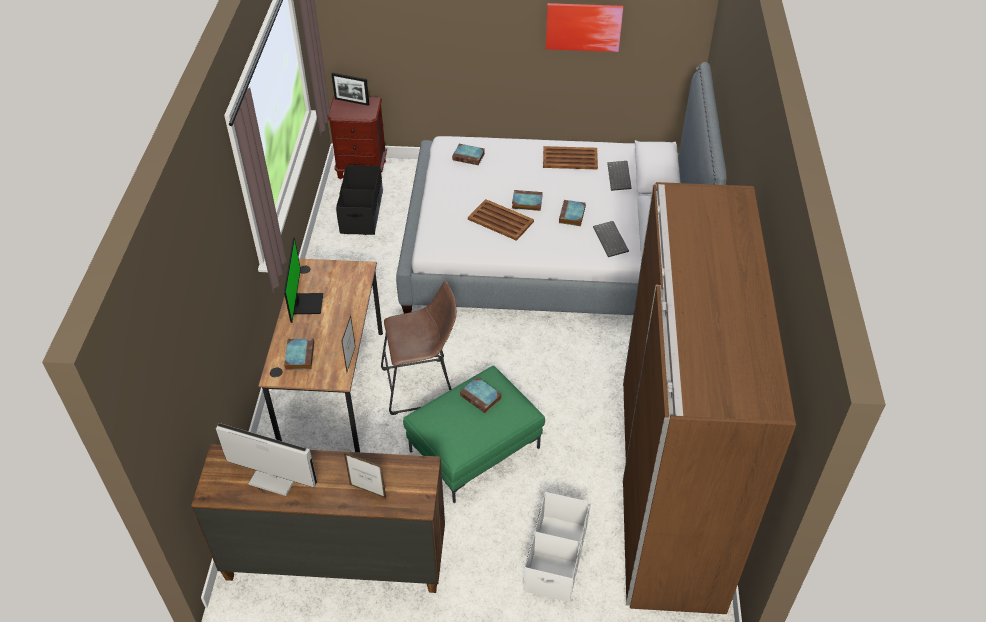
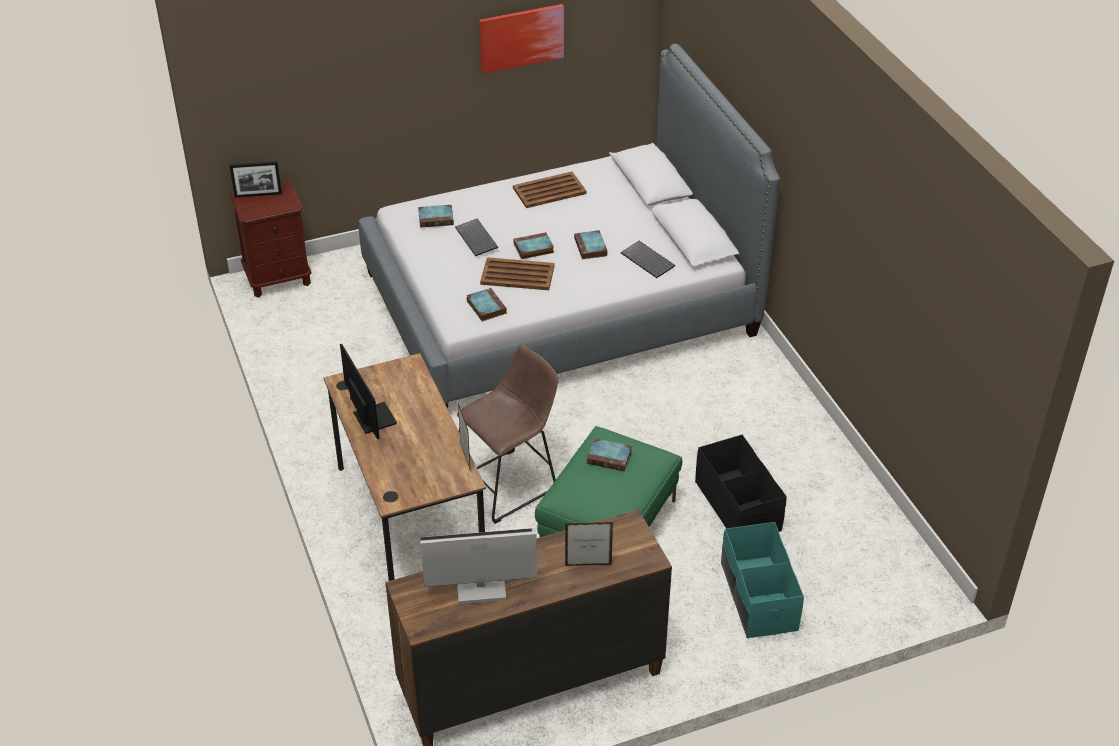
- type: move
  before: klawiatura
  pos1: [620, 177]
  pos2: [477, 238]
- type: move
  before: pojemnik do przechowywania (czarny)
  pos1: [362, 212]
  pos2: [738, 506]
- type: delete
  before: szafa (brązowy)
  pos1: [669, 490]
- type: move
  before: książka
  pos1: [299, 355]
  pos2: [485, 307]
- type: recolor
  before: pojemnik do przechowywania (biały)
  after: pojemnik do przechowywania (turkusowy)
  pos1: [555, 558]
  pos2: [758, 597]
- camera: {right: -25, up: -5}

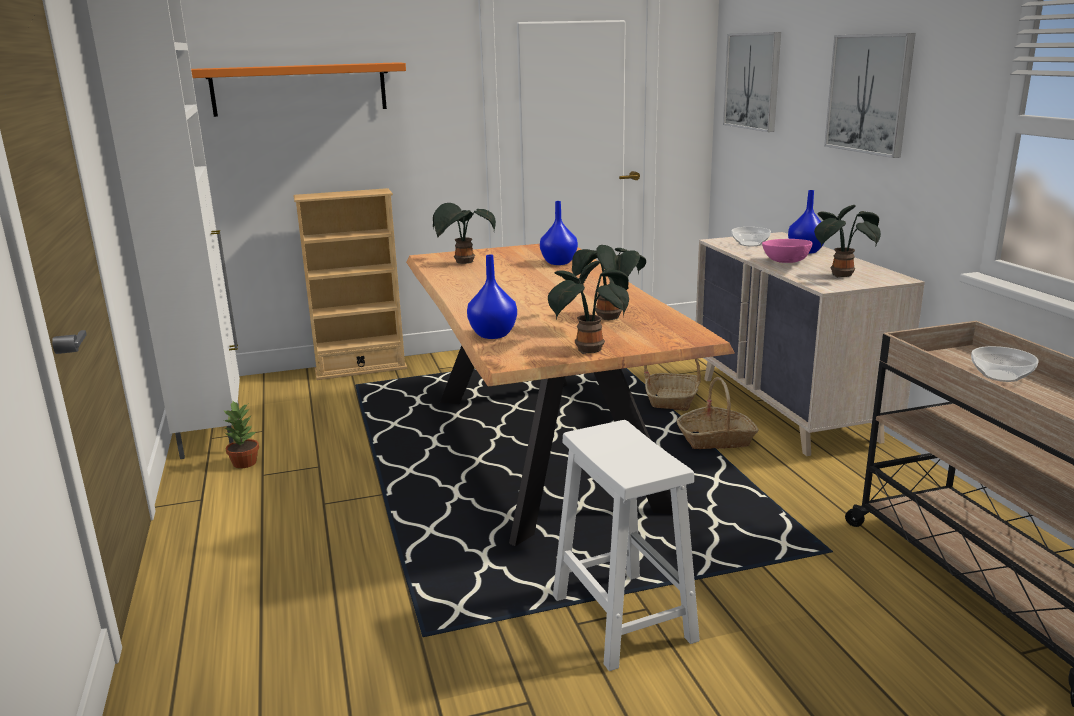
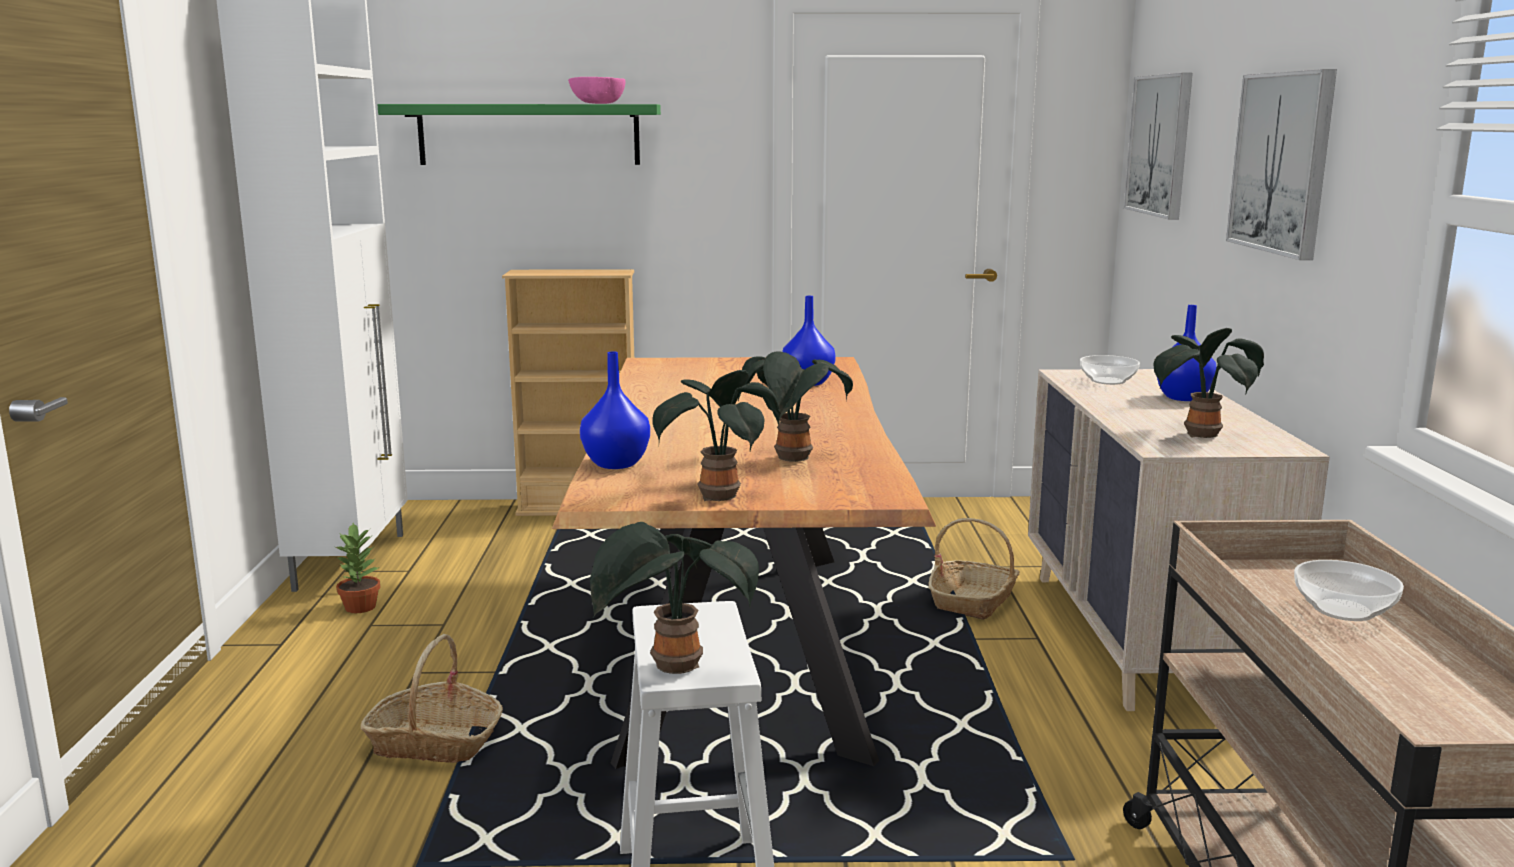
- type: recolor
  before: półka (pomarańczowy)
  after: półka (zielony)
  pos1: [299, 89]
  pos2: [529, 134]
- type: move
  before: roślina doniczkowa
  pos1: [463, 263]
  pos2: [672, 668]
- type: move
  before: miska (różowy)
  pos1: [786, 261]
  pos2: [598, 103]
- type: move
  before: koszyk
  pos1: [716, 440]
  pos2: [435, 742]
- camera: {right: 15, up: -5}

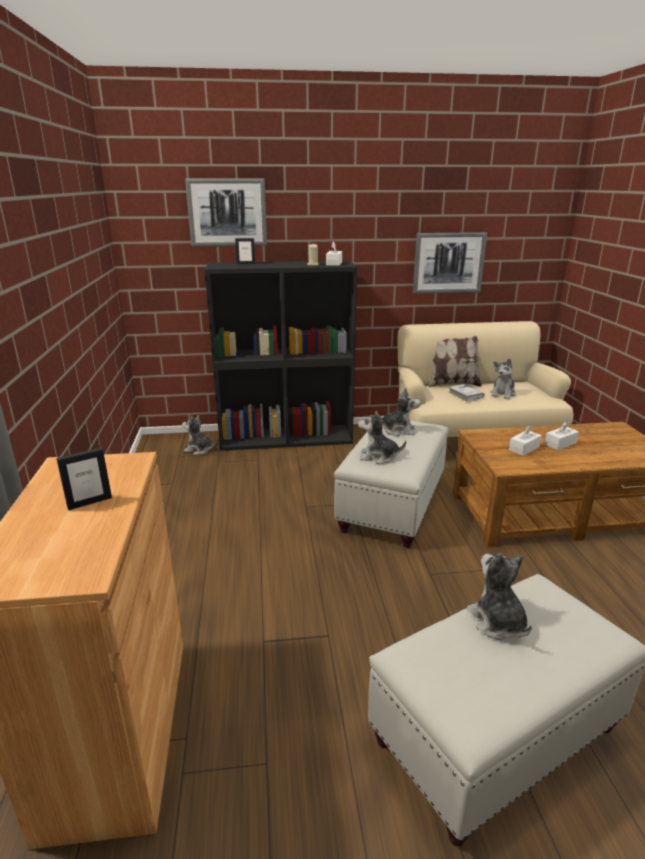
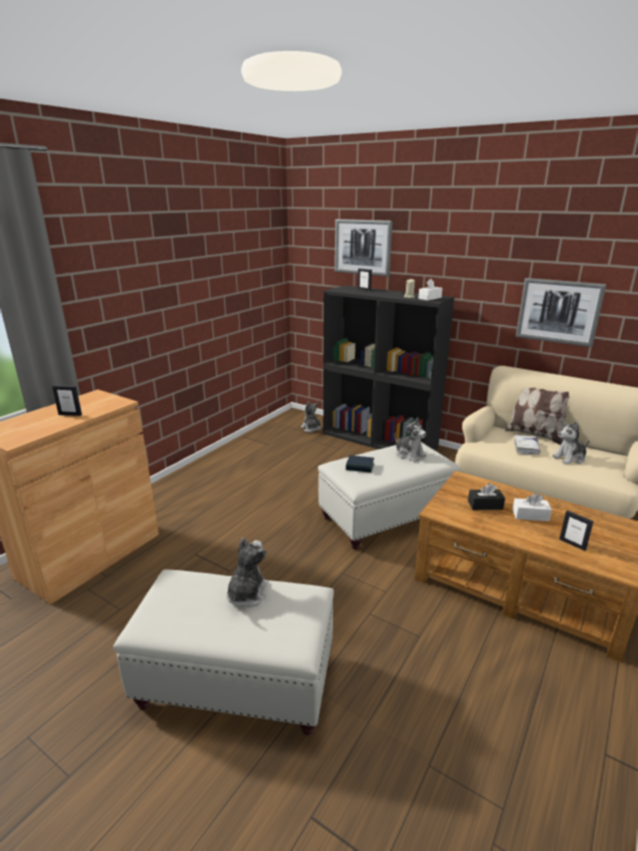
- type: replace
  before: pluszak
  after: książka
  pos1: [378, 457]
  pos2: [360, 467]
- type: recolor
  before: pudełko chusteczek (biały)
  after: pudełko chusteczek (czarny)
  pos1: [524, 448]
  pos2: [485, 505]
- type: insert
  after: ramka na zdjęcie
  pos2: [572, 544]
- camera: {right: 40, up: 0}

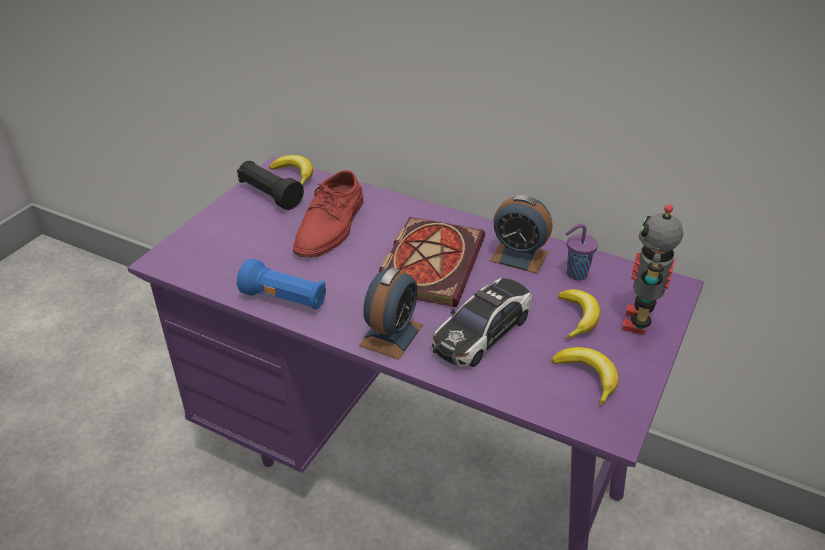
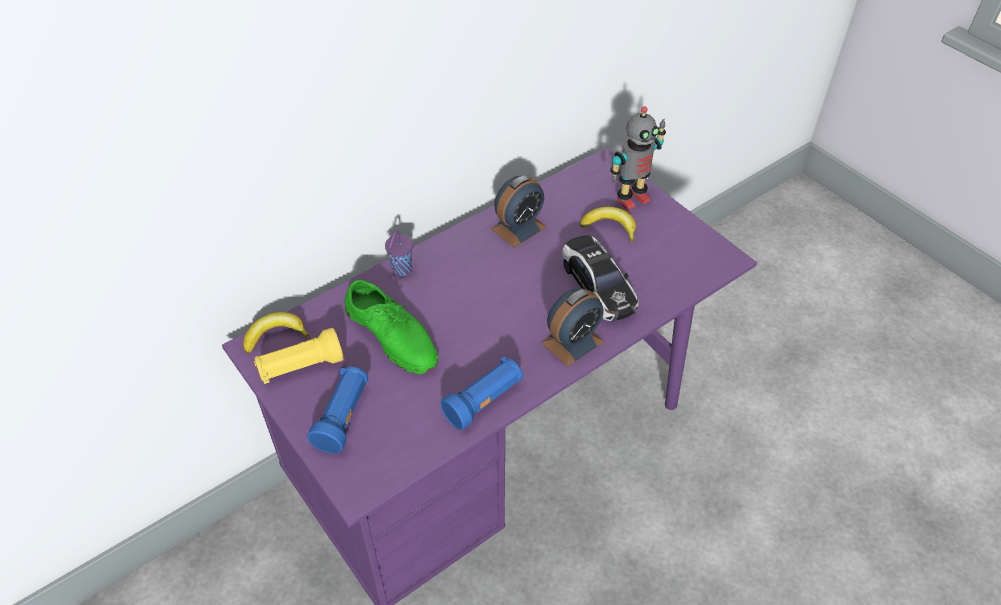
- type: recolor
  before: latarka (czarny)
  after: latarka (żółty)
  pos1: [270, 195]
  pos2: [301, 367]
- type: recolor
  before: but (czerwony)
  after: but (zielony)
  pos1: [331, 226]
  pos2: [392, 334]
- type: rotate
  before: robot zabawkowy
  pos1: [639, 322]
  pos2: [631, 199]
  turn: -75
- type: delete
  before: książka
  pos1: [429, 263]
- type: move
  before: filiżanka (fioletowy)
  pos1: [575, 274]
  pos2: [401, 270]
- type: rotate
  before: budzik
  pos1: [391, 335]
  pos2: [572, 342]
  turn: 90
- type: delete
  before: banan
  pos1: [587, 377]
- type: insert
  after: latarka (niebieski)
  pos2: [343, 417]
- camera: {right: -65, up: 10}

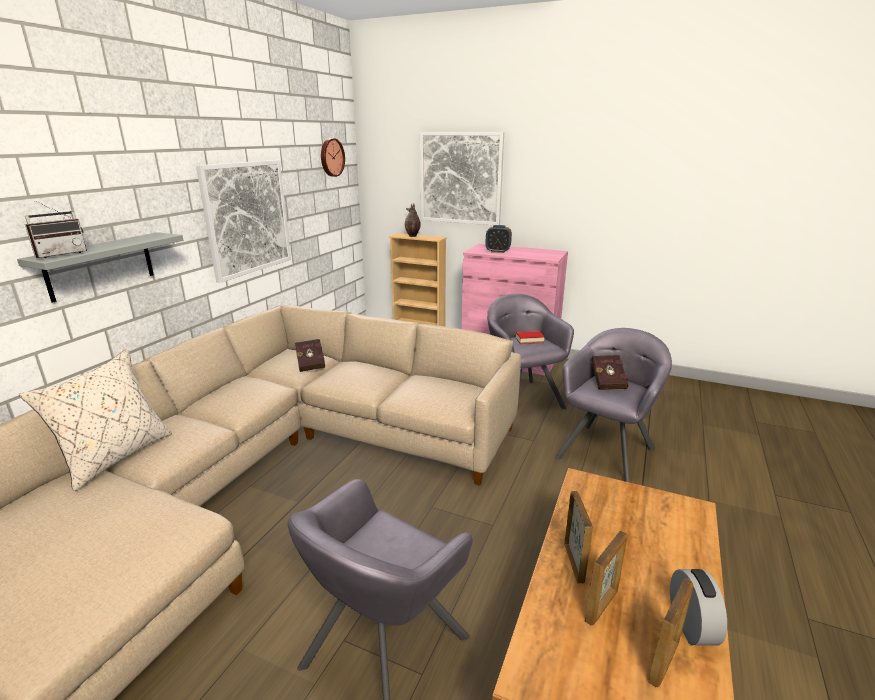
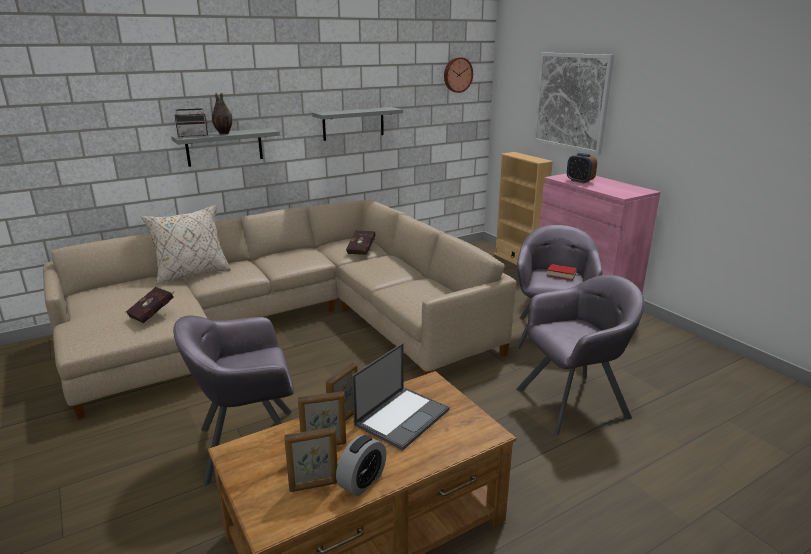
- type: replace
  before: obraz
  after: półka (szary)
  pos1: [247, 218]
  pos2: [353, 123]
- type: move
  before: wazon
  pos1: [412, 236]
  pos2: [223, 133]
- type: move
  before: książka (czerwony)
  pos1: [607, 381]
  pos2: [154, 314]
- type: insert
  after: laptop
  pos2: [402, 416]
- camera: {right: 35, up: 0}

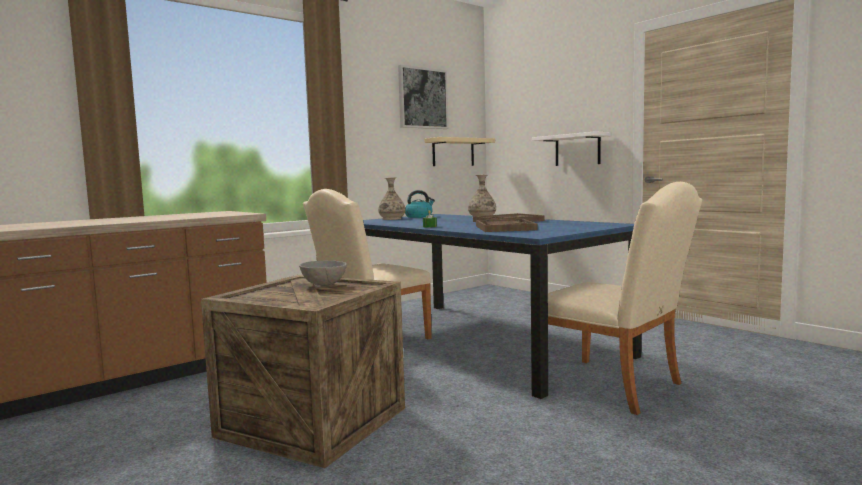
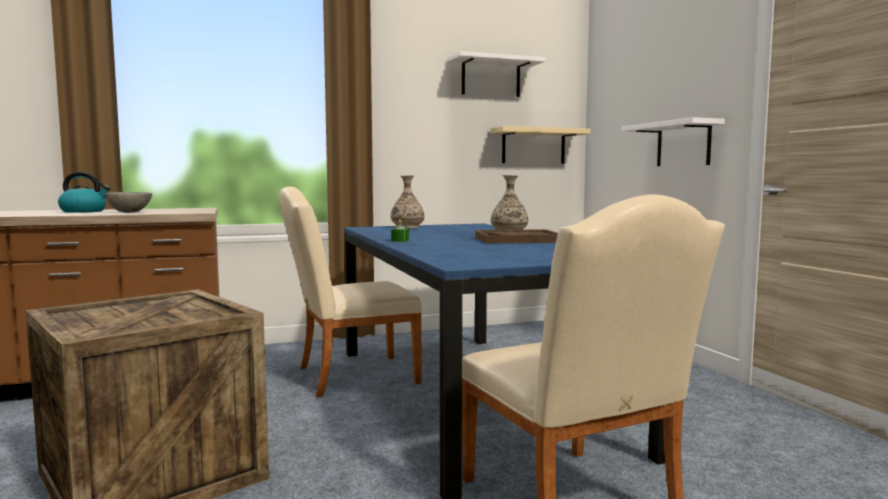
- type: replace
  before: obraz
  after: półka (biały)
  pos1: [422, 98]
  pos2: [490, 77]
- type: move
  before: czajnik
  pos1: [419, 216]
  pos2: [84, 211]
- type: delete
  before: taca (brązowy)
  pos1: [504, 228]
- type: move
  before: miska (szary)
  pos1: [324, 284]
  pos2: [130, 212]
- camera: {right: 20, up: 0}

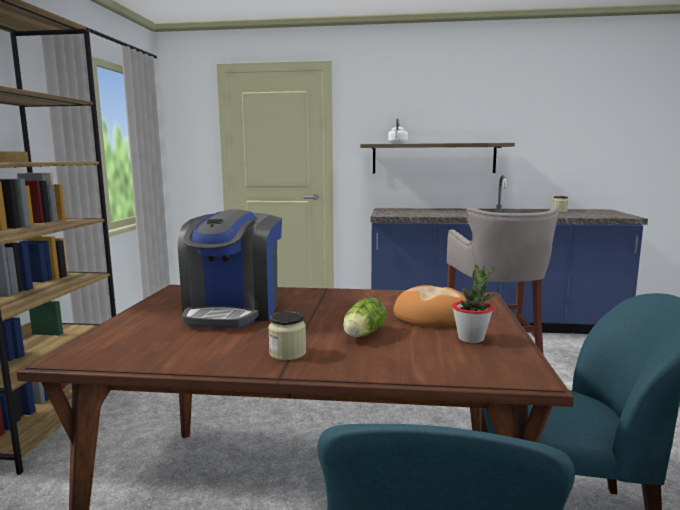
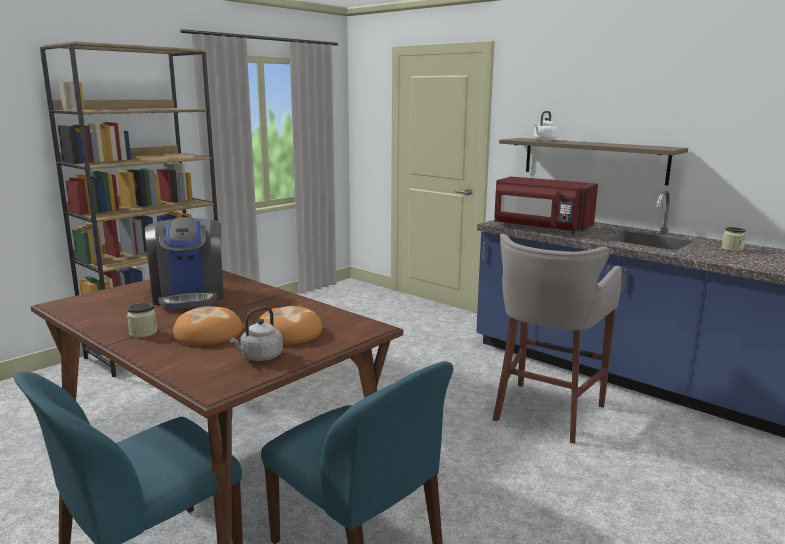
- type: rotate
  before: ekspres do kawy
  pos1: [233, 311]
  pos2: [189, 296]
  turn: -60
- type: replace
  before: roślina doniczkowa
  after: czajnik (szary)
  pos1: [471, 339]
  pos2: [260, 357]
- type: replace
  before: sałata
  after: chleb
  pos1: [362, 335]
  pos2: [209, 334]
- type: insert
  after: mikrofalówka (czerwony)
  pos2: [540, 228]
- camera: {right: 35, up: 5}

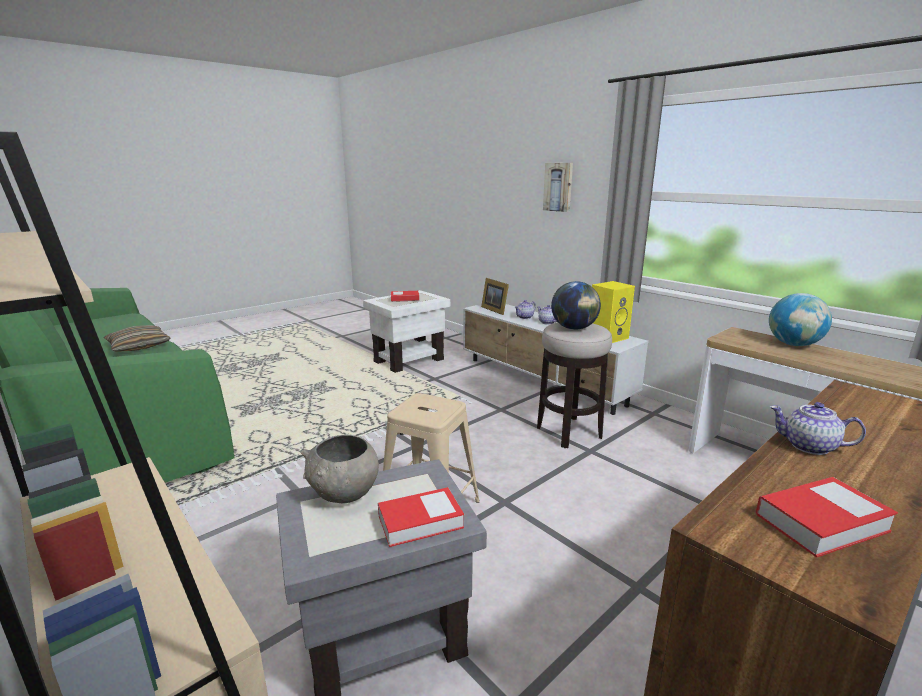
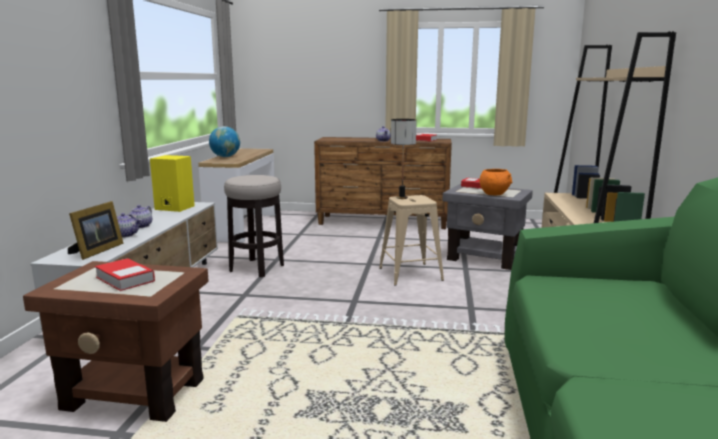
- type: delete
  before: obraz
  pos1: [558, 187]
- type: delete
  before: globus
  pos1: [574, 328]
- type: recolor
  before: stolik (biały)
  after: stolik (brązowy)
  pos1: [408, 360]
  pos2: [134, 395]
- type: delete
  before: poduszka
  pos1: [139, 346]
- type: recolor
  before: miska (szary)
  after: miska (pomarańczowy)
  pos1: [344, 494]
  pos2: [494, 194]
- type: insert
  after: lampa stołowa
  pos2: [402, 198]
- camera: {right: -130, up: -5}

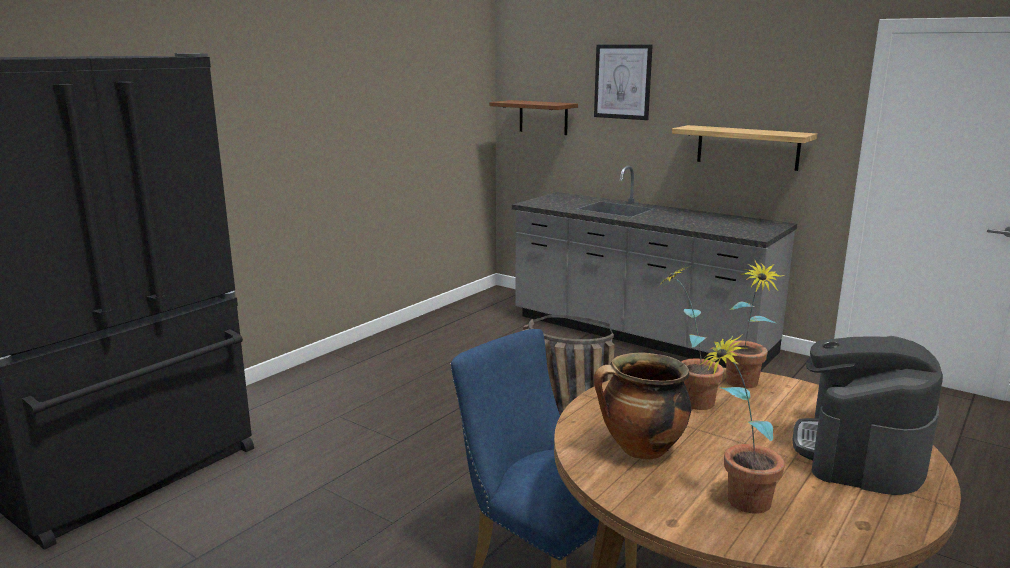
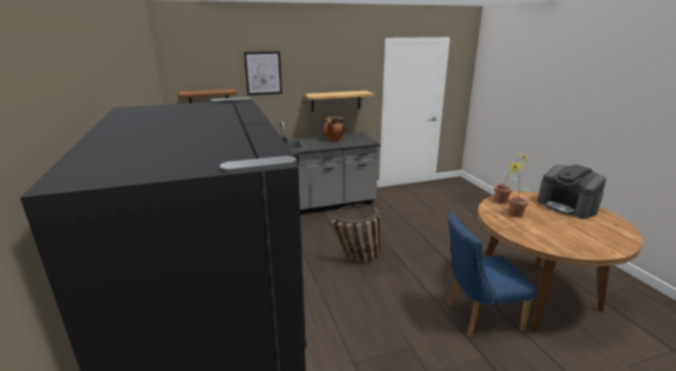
- type: delete
  before: roślina doniczkowa
  pos1: [735, 502]
- type: move
  before: garnek
  pos1: [641, 450]
  pos2: [334, 140]
- camera: {right: -55, up: 5}

